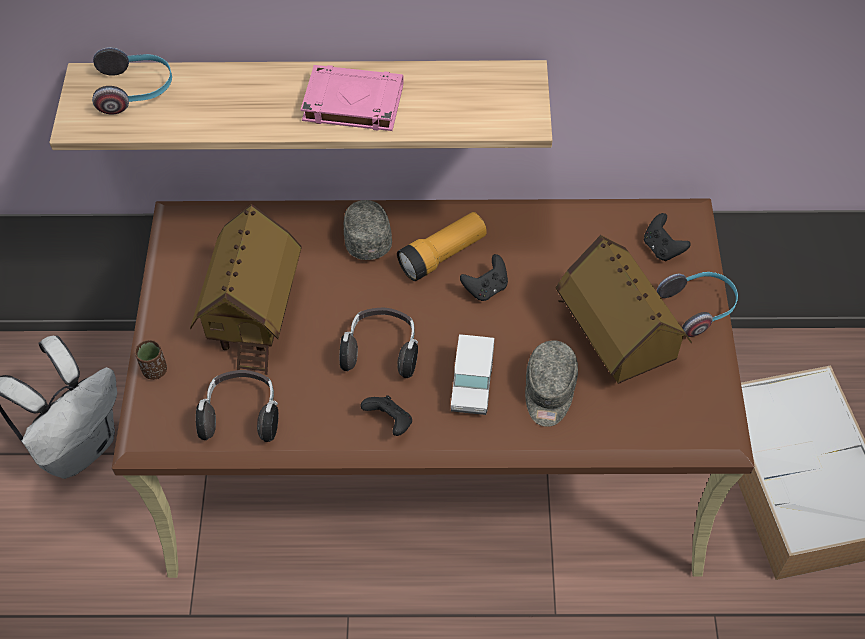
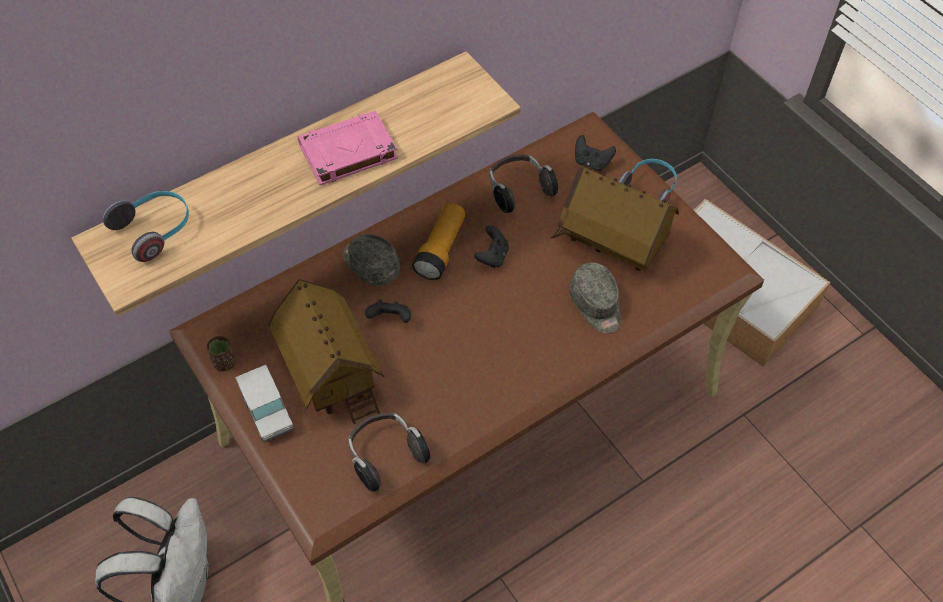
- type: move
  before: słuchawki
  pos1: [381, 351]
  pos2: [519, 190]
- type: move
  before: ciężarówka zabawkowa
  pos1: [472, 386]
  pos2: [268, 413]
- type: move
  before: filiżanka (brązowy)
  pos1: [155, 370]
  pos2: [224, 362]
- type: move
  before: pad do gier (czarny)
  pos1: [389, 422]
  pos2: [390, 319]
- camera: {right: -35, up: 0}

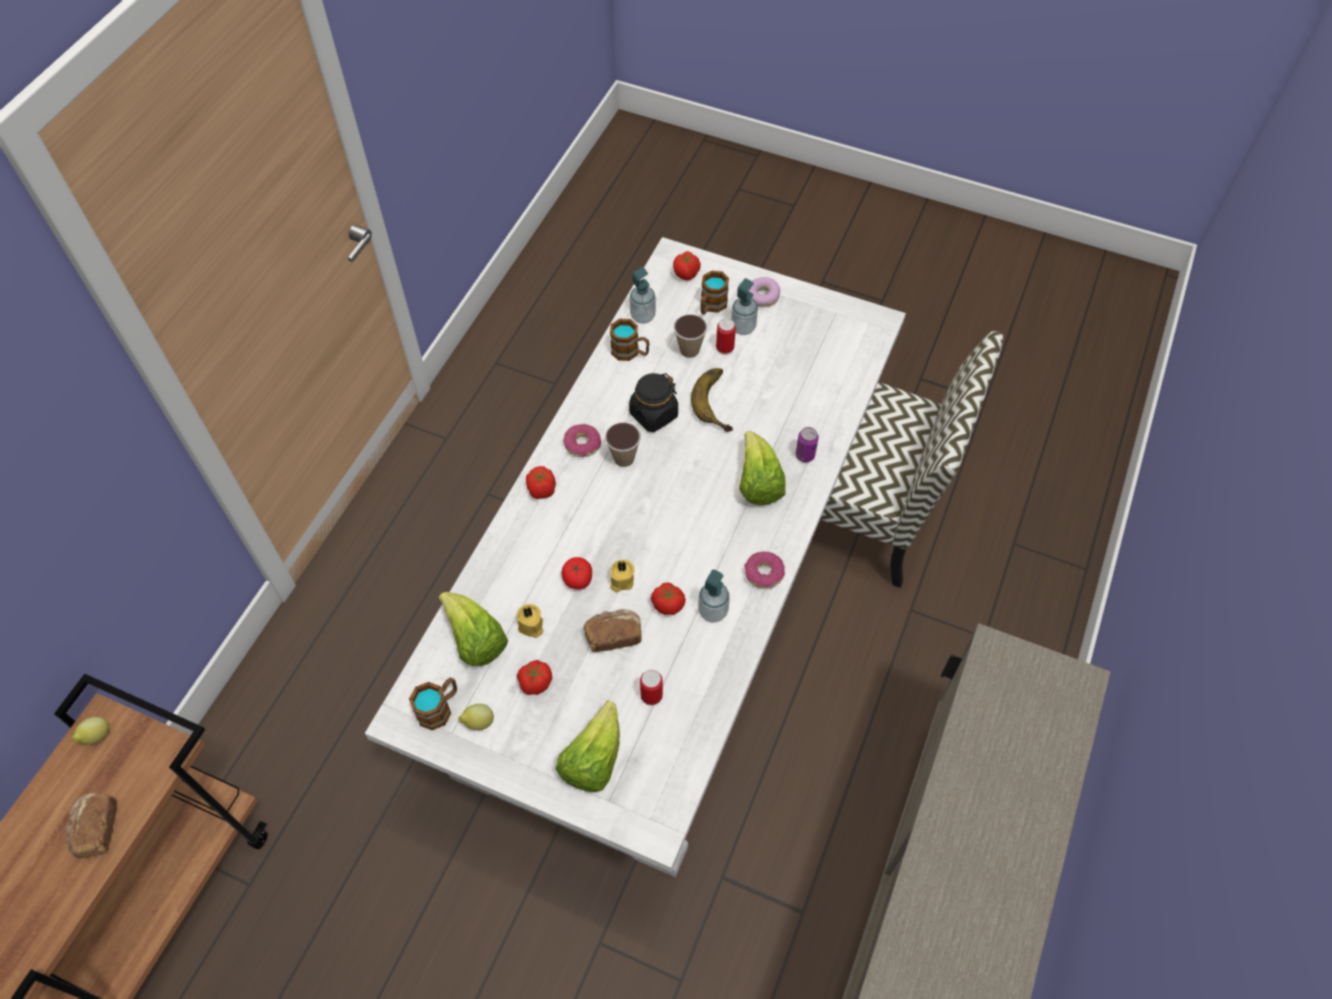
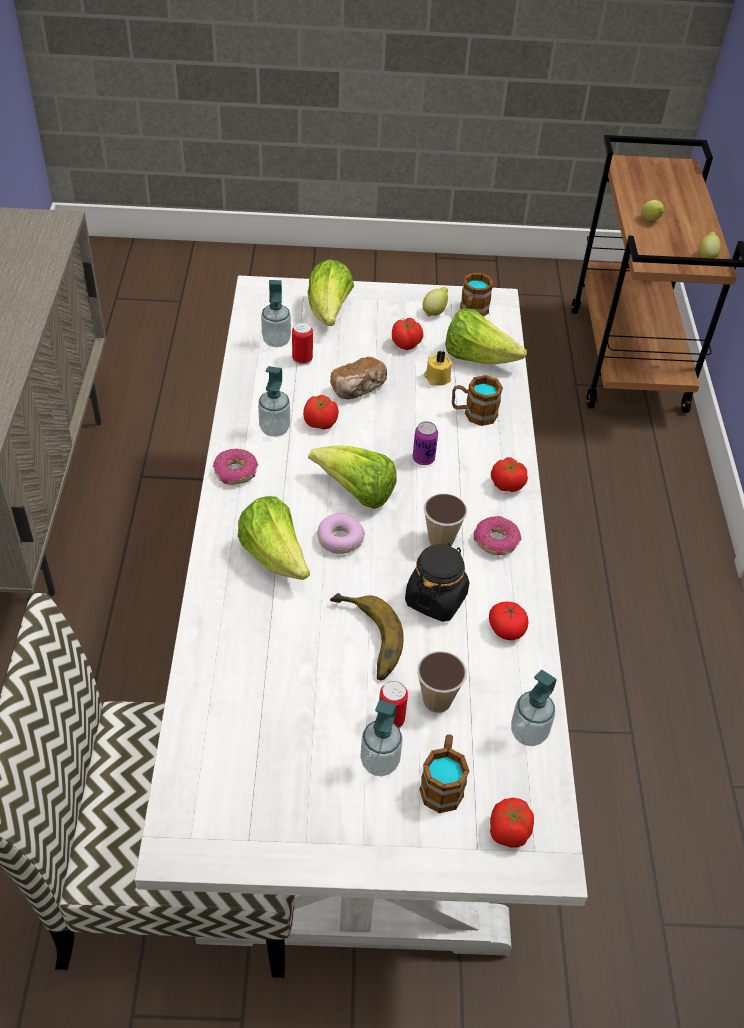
- type: move
  before: donut
  pos1: [763, 296]
  pos2: [339, 539]
- type: move
  before: kubek
  pos1: [630, 352]
  pos2: [473, 413]
- type: move
  before: puszka
  pos1: [805, 455]
  pos2: [423, 459]
- type: move
  before: pomidor
  pos1: [577, 579]
  pos2: [506, 629]
- type: delete
  before: świeca (żółty)
  pos1: [621, 581]
- type: replace
  before: chleb
  after: cytryna
  pos1: [96, 829]
  pos2: [651, 220]
- type: insert
  after: dozownik mydła
  pos2: [276, 341]
- type: insert
  after: sałata
  pos2: [356, 492]
- camera: {right: 155, up: -10}

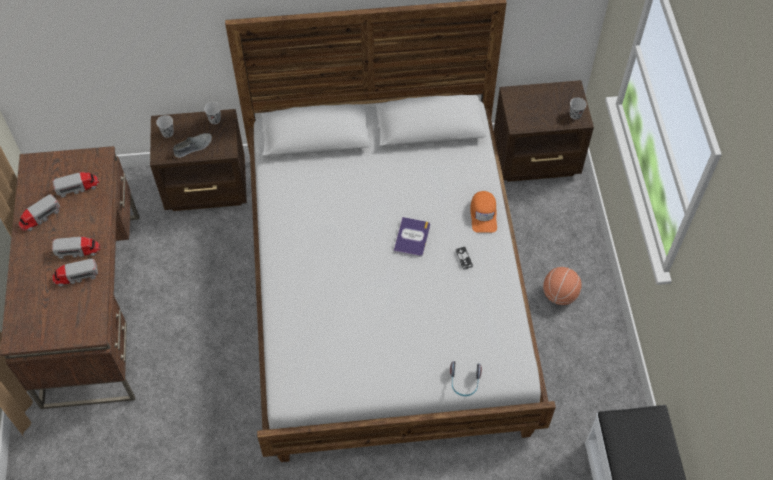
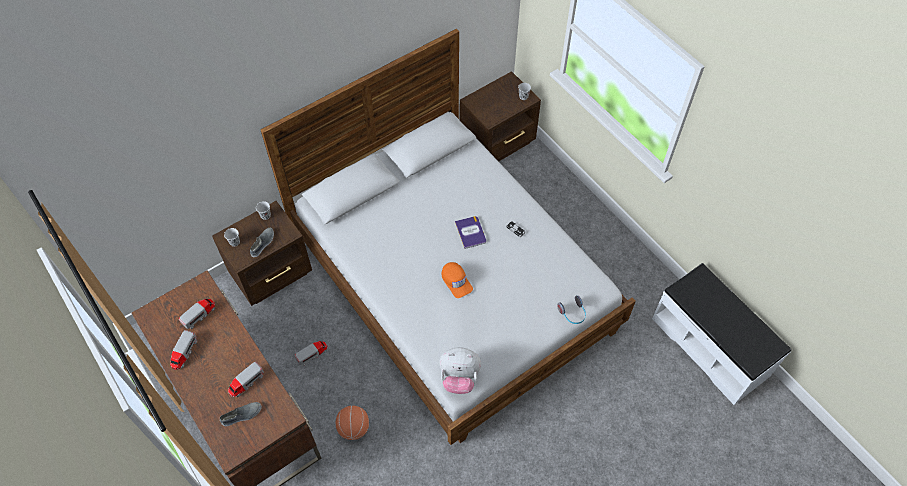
- type: move
  before: czapka z daszkiem (pomarańczowy)
  pos1: [483, 214]
  pos2: [456, 281]
- type: move
  before: ciężarówka zabawkowa
  pos1: [78, 251]
  pos2: [312, 354]
- type: move
  before: piłka do koszykówki
  pos1: [559, 294]
  pos2: [354, 428]
- type: insert
  after: pluszak
  pos2: [459, 378]
- type: insert
  after: but (szary)
  pos2: [242, 415]
- camera: {right: -30, up: 0}

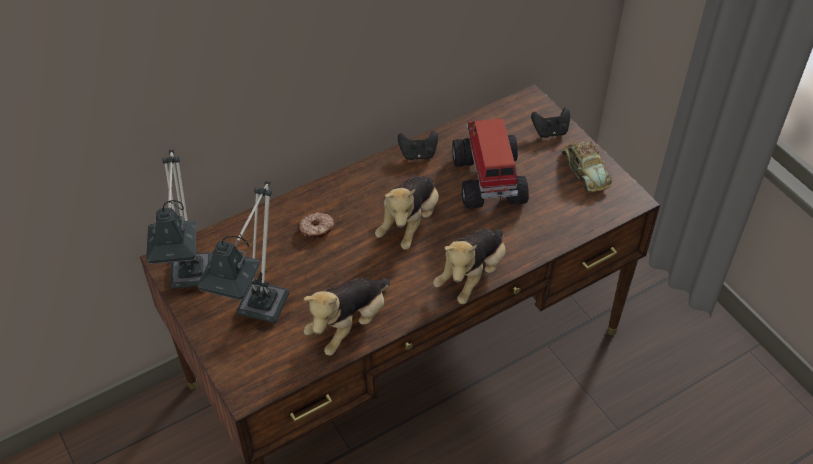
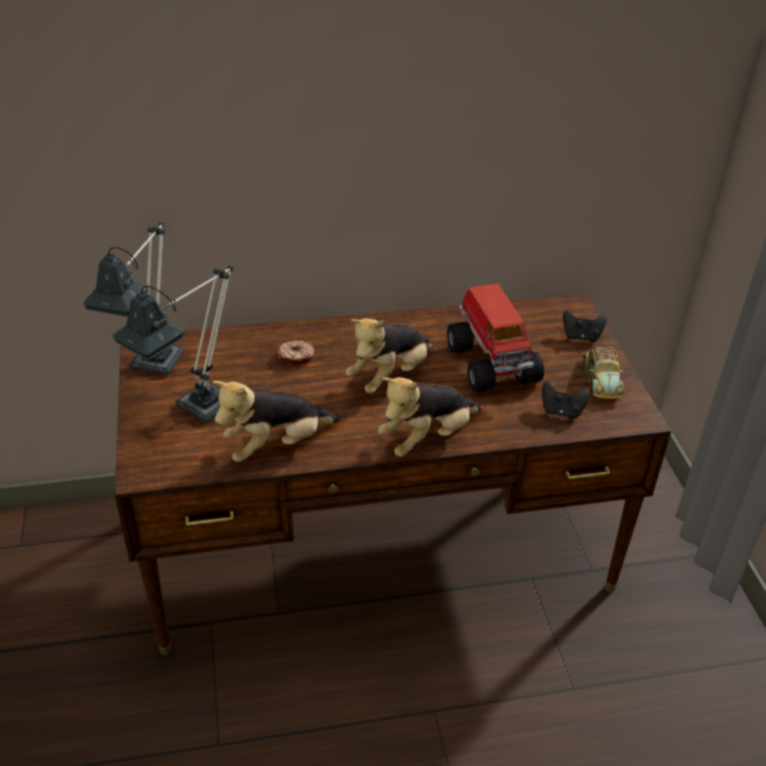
- type: rotate
  before: ciężarówka zabawkowa
  pos1: [488, 182]
  pos2: [491, 362]
  turn: 150
- type: move
  before: pad do gier (czarny)
  pos1: [418, 154]
  pos2: [561, 411]
- camera: {right: 20, up: -10}

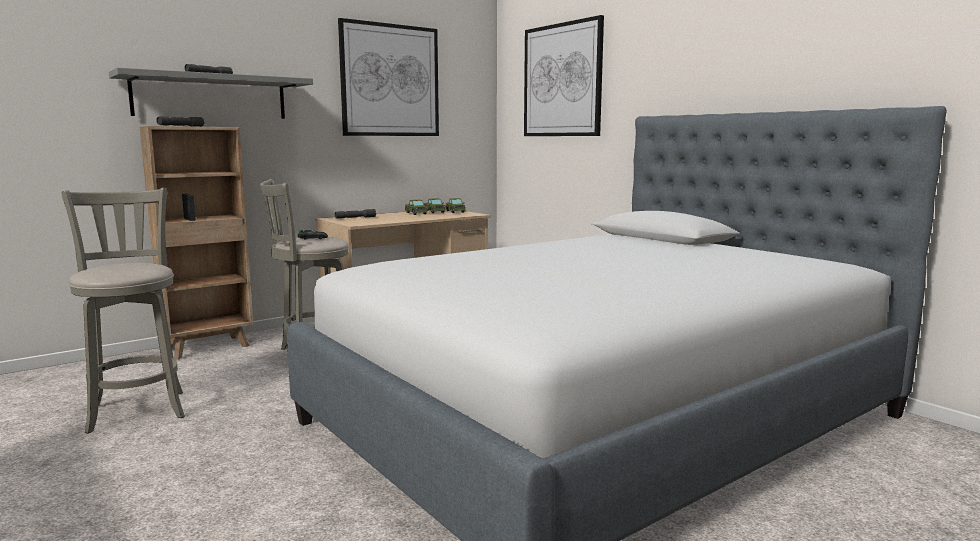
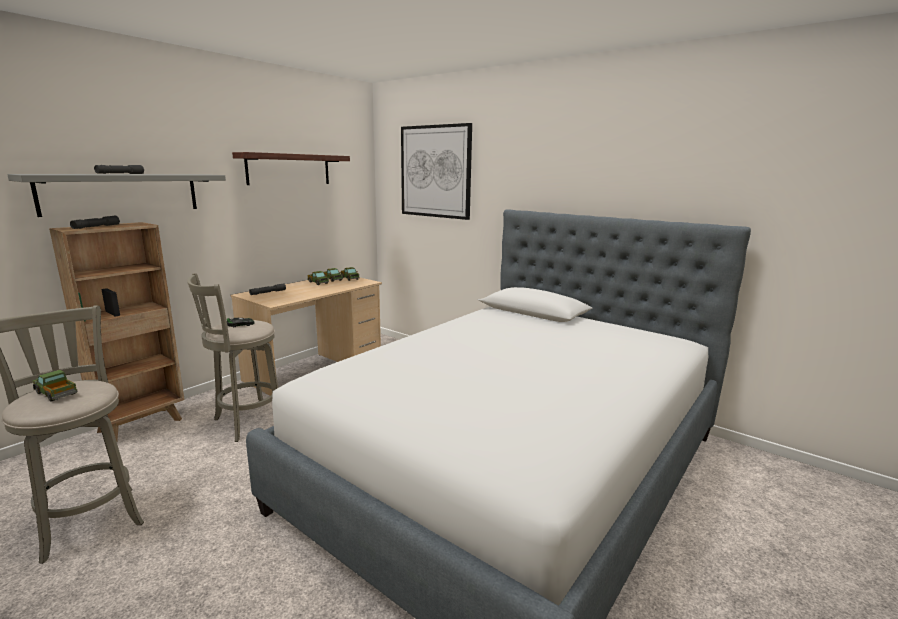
- type: replace
  before: obraz
  after: półka
  pos1: [390, 80]
  pos2: [289, 169]
- type: insert
  after: ciężarówka zabawkowa
  pos2: [56, 394]
- camera: {right: -15, up: 5}

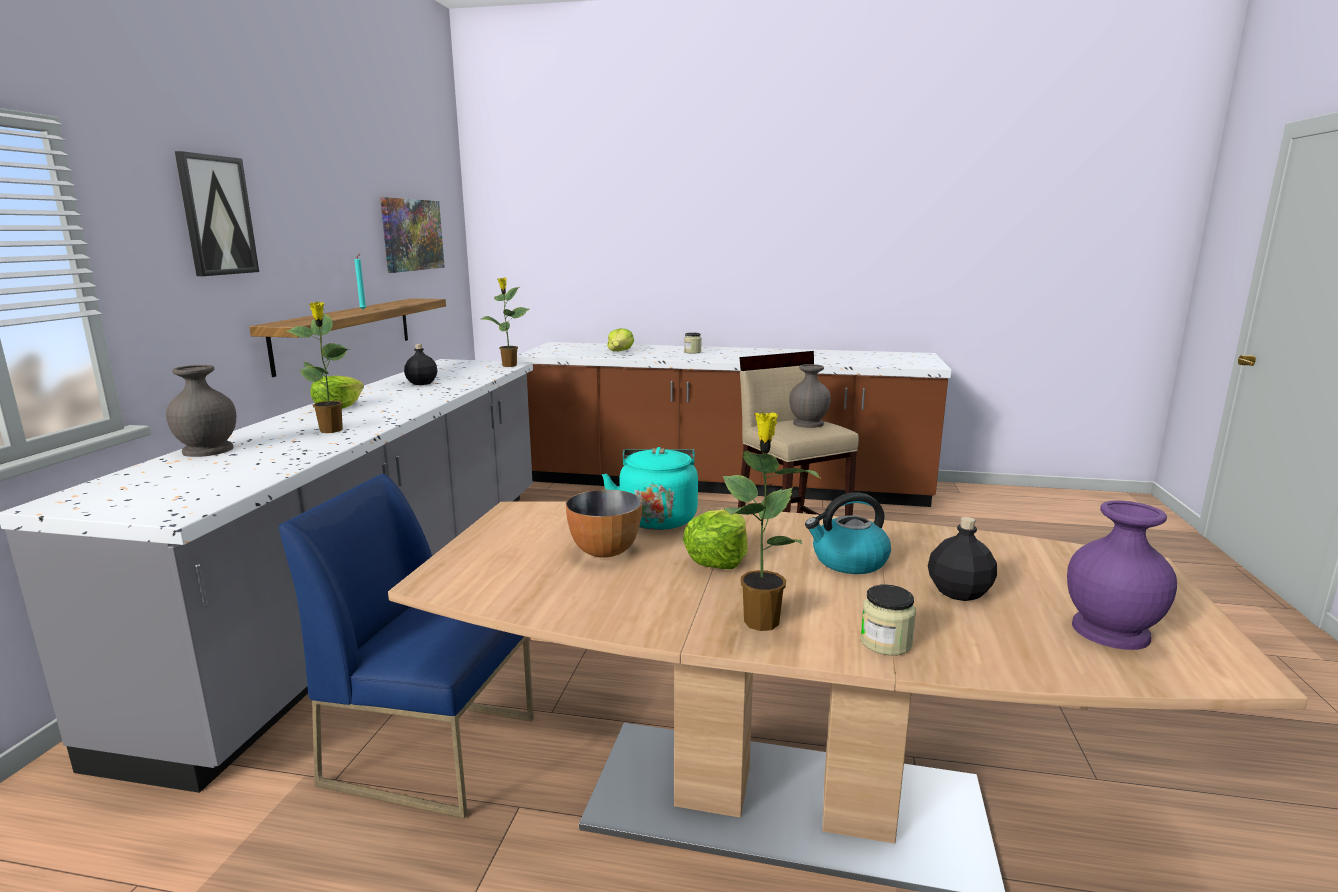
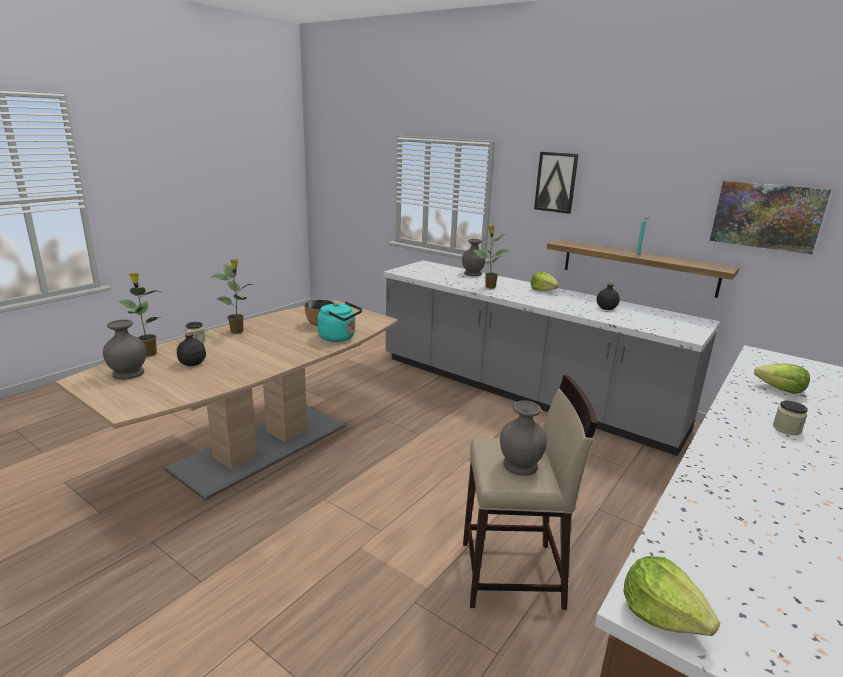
- type: move
  before: roślina doniczkowa
  pos1: [509, 366]
  pos2: [148, 353]
- type: delete
  before: krzesło (niebieski)
  pos1: [433, 749]
- type: delete
  before: czajnik
  pos1: [848, 561]
- type: recolor
  before: wazon (fioletowy)
  after: wazon (szary)
  pos1: [1112, 632]
  pos2: [127, 373]
- type: move
  before: sałata
  pos1: [717, 559]
  pos2: [662, 614]
- camera: {right: 115, up: 5}

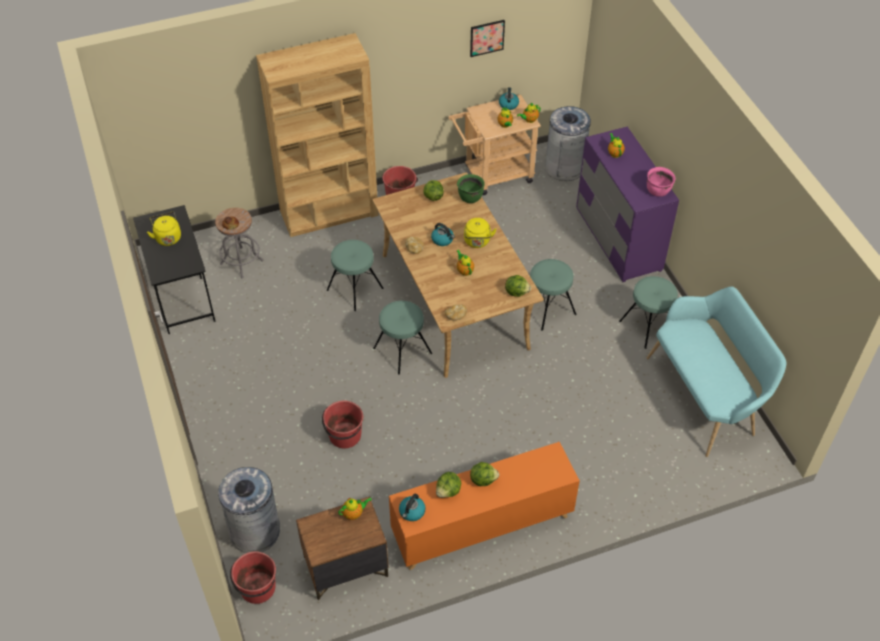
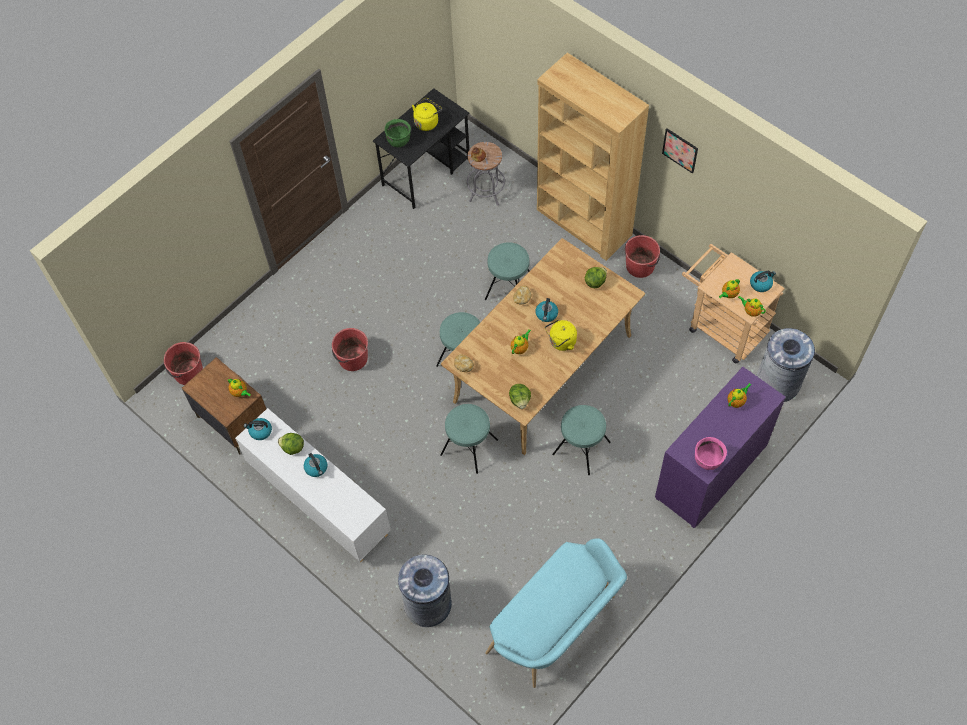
- type: move
  before: obraz
  pos1: [487, 38]
  pos2: [680, 150]
- type: move
  before: garnek (zielony)
  pos1: [470, 197]
  pos2: [399, 141]
- type: move
  before: stołek (turkusowy)
  pos1: [648, 326]
  pos2: [469, 447]
- type: recolor
  before: szafka (pomarańczowy)
  after: szafka (biały)
  pos1: [481, 526]
  pos2: [318, 500]
- type: replace
  before: sałata
  after: czajnik
  pos1: [483, 479]
  pos2: [316, 468]
- type: move
  before: kosz na śmieci (szary)
  pos1: [255, 531]
  pos2: [428, 604]
- camera: {right: 65, up: 10}

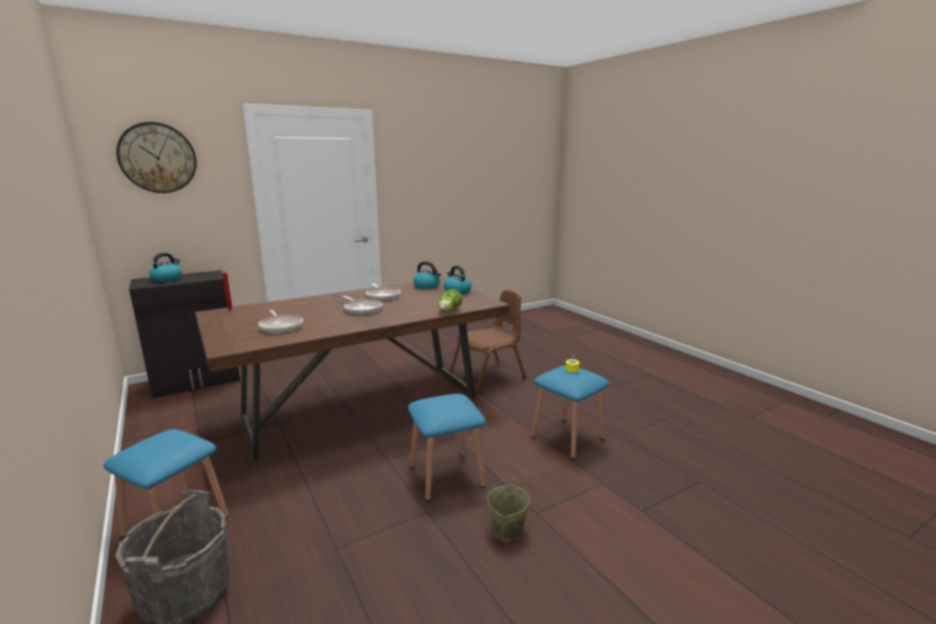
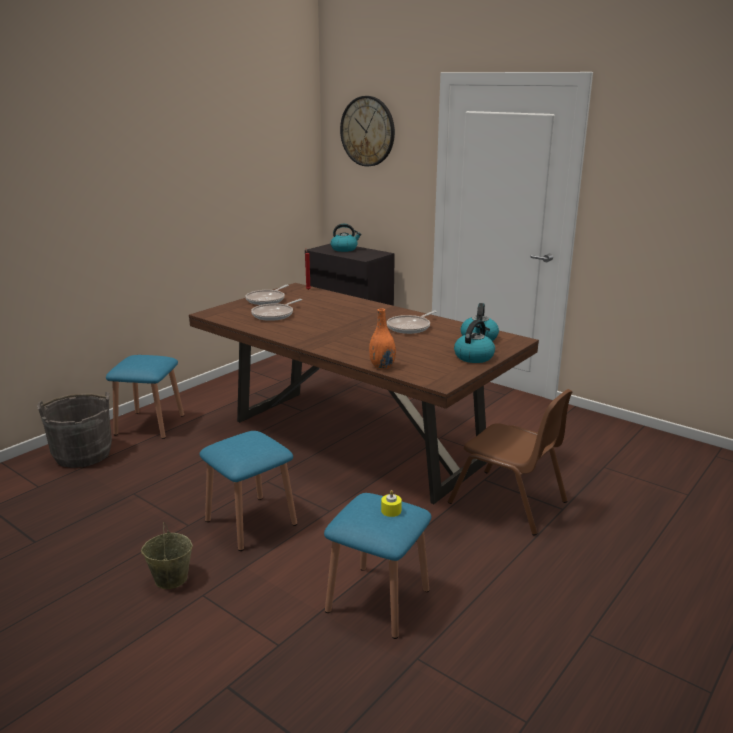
- type: replace
  before: sałata
  after: wazon (pomarańczowy)
  pos1: [449, 311]
  pos2: [382, 366]
- type: move
  before: patelnia
  pos1: [362, 309]
  pos2: [267, 300]
- camera: {right: 70, up: 5}

